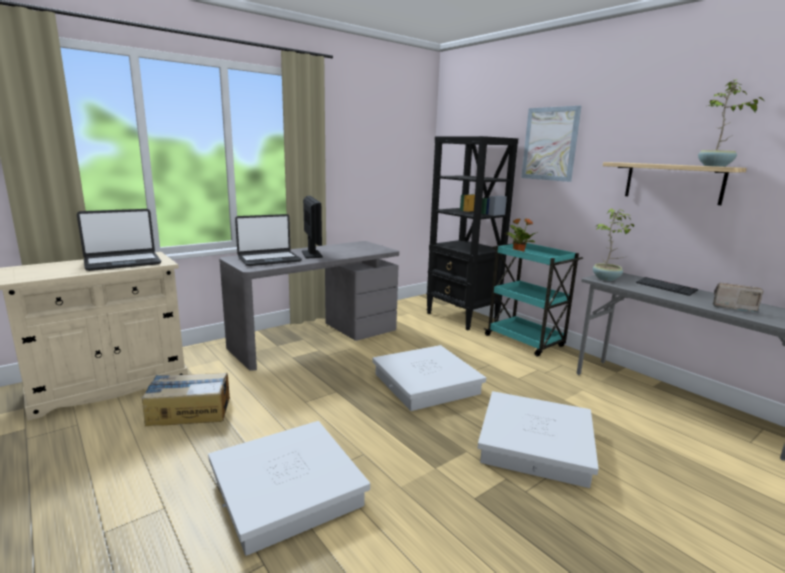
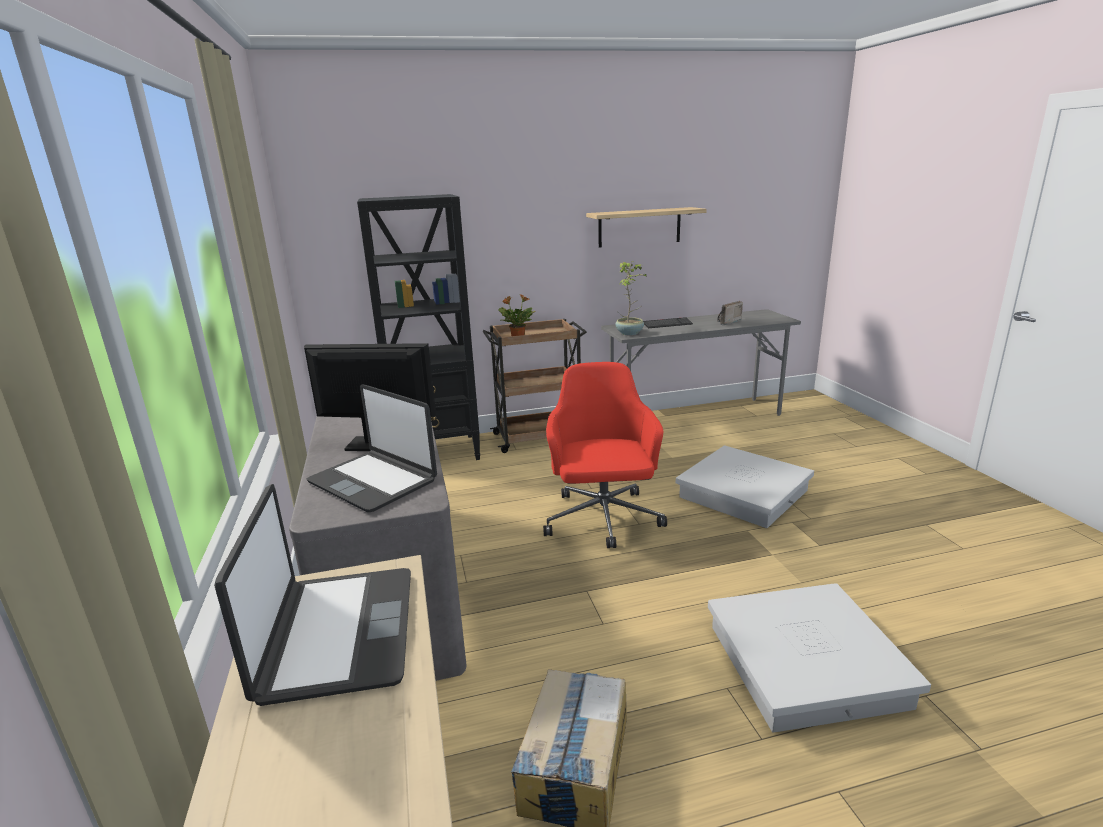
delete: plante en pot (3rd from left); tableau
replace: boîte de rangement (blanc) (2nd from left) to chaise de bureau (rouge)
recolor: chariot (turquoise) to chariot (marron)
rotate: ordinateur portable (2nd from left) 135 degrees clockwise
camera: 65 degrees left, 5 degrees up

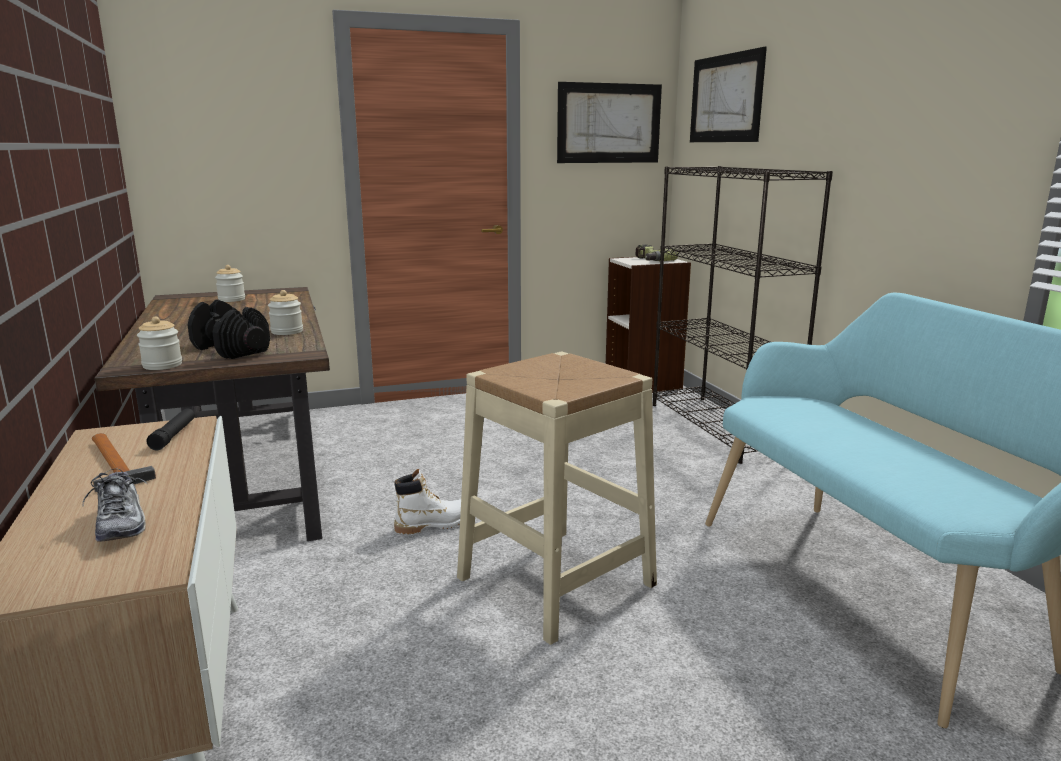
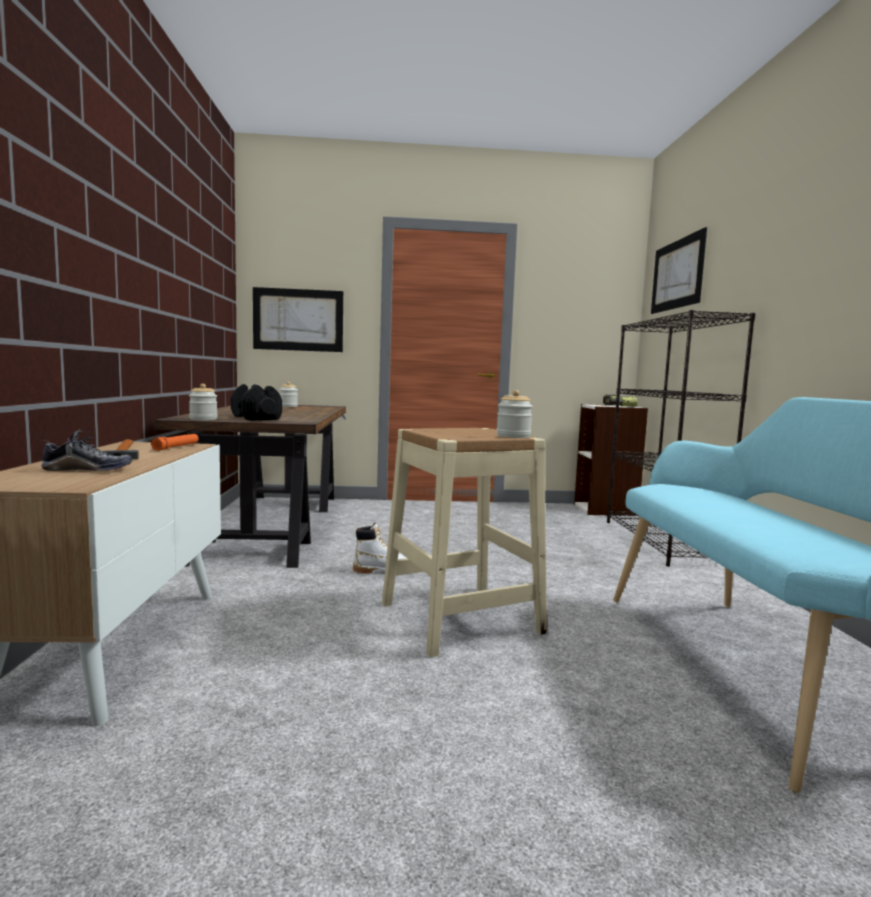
move: tableau (1st from left); bocal (3rd from left)
recolor: lampe de poche (noir) to lampe de poche (orange)
rotate: chaussure 90 degrees counterclockwise
camera: 15 degrees right, 10 degrees down

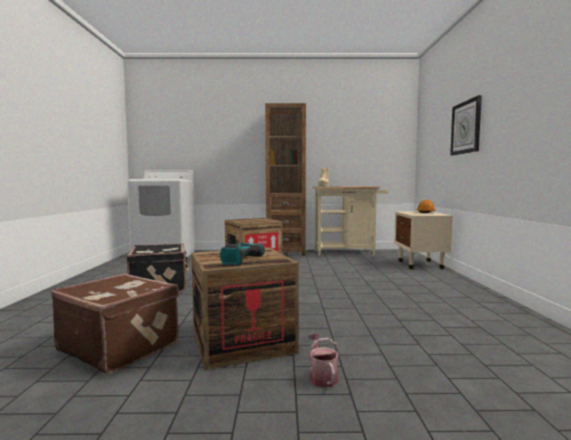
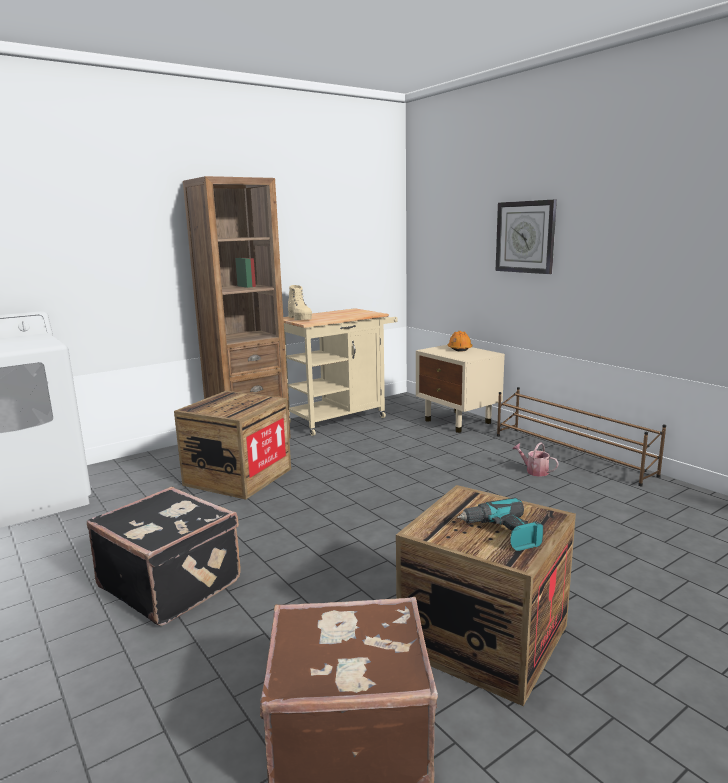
insert: étagère à chaussures (marron)
move: arrosoir
camera: 35 degrees left, 10 degrees up

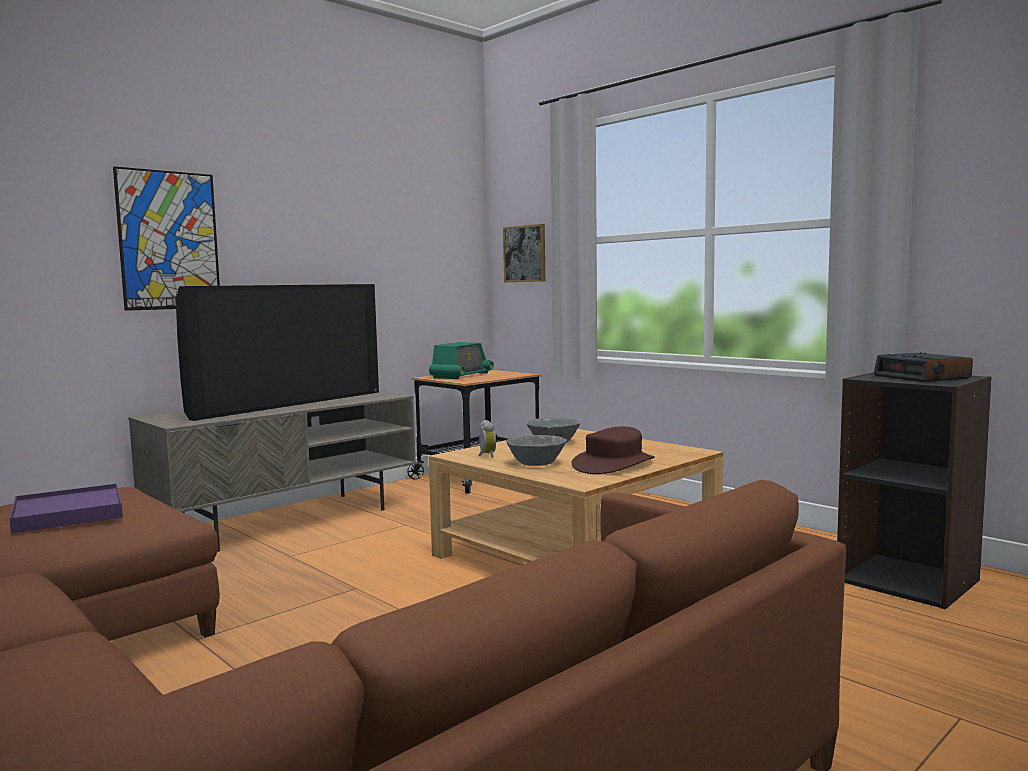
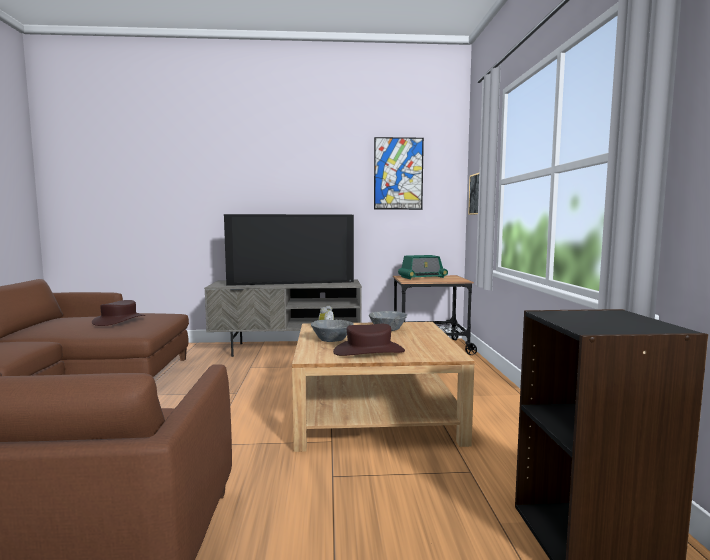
delete: réveil (2nd from left)
move: tableau (1st from left)
replace: plateau (violet) to chapeau (marron) (1st from left)
camera: 40 degrees right, 0 degrees up

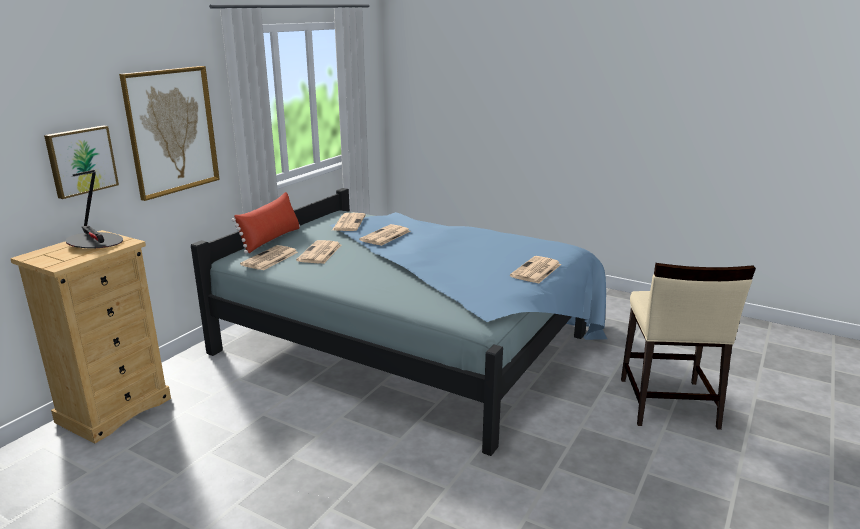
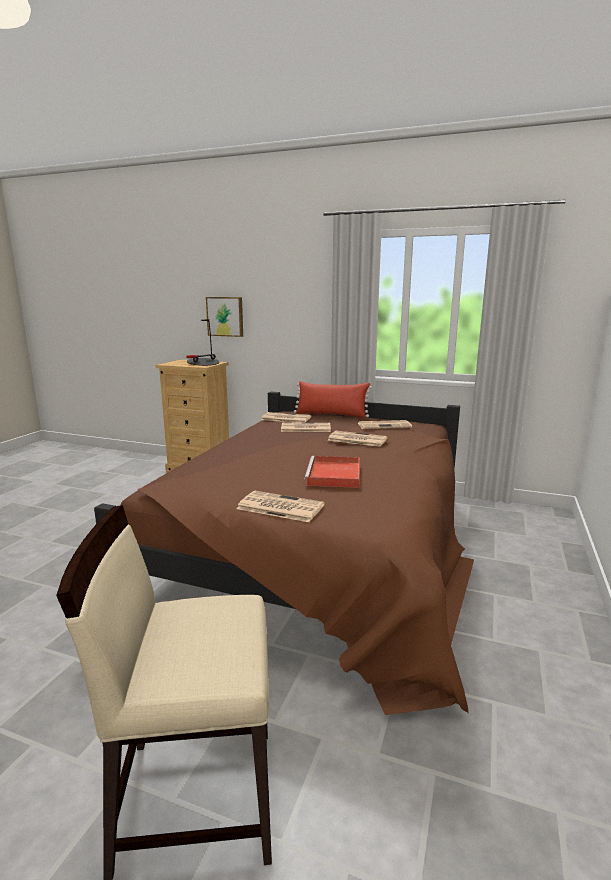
delete: tableau (2nd from left)
insert: plateau (rouge)
recolor: lit (bleu) to lit (marron)
camera: 80 degrees right, 5 degrees down

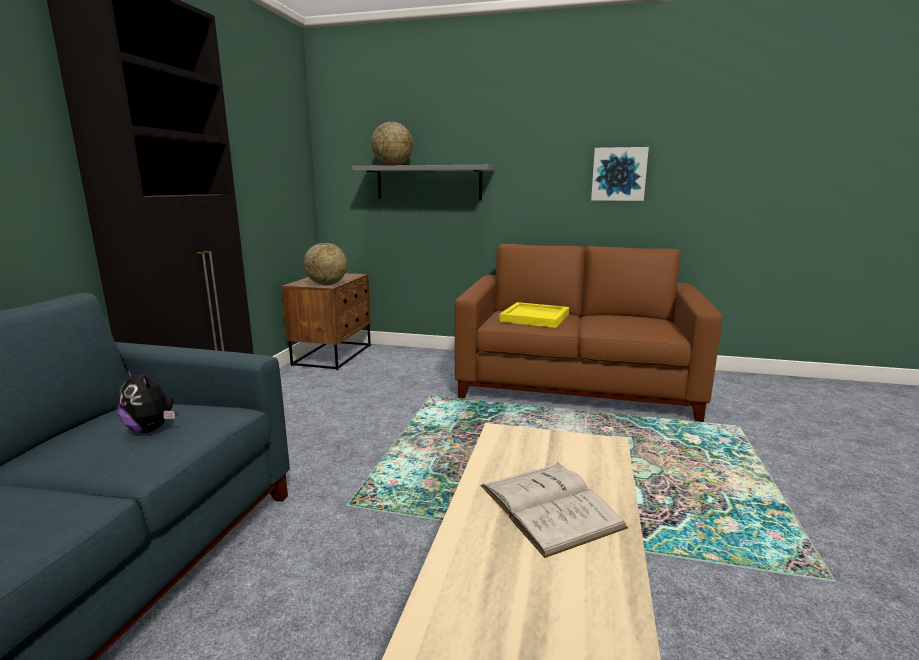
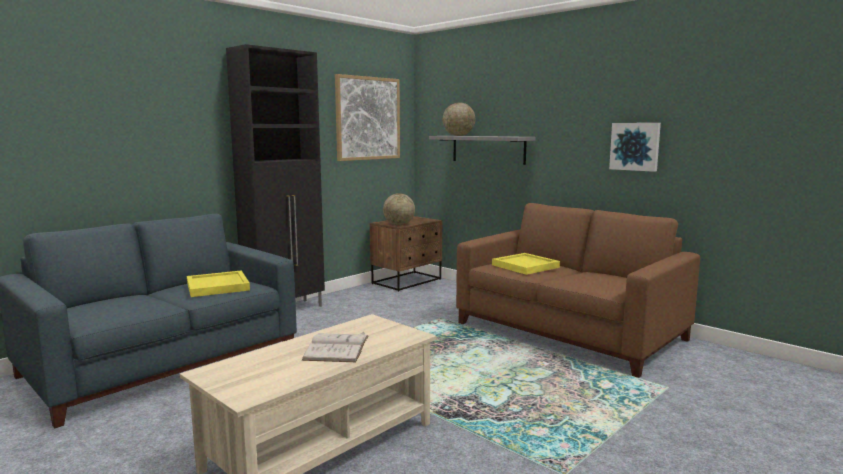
insert: tableau (1st from left)
replace: peluche to plateau (jaune) (1st from left)
camera: 30 degrees right, 5 degrees down

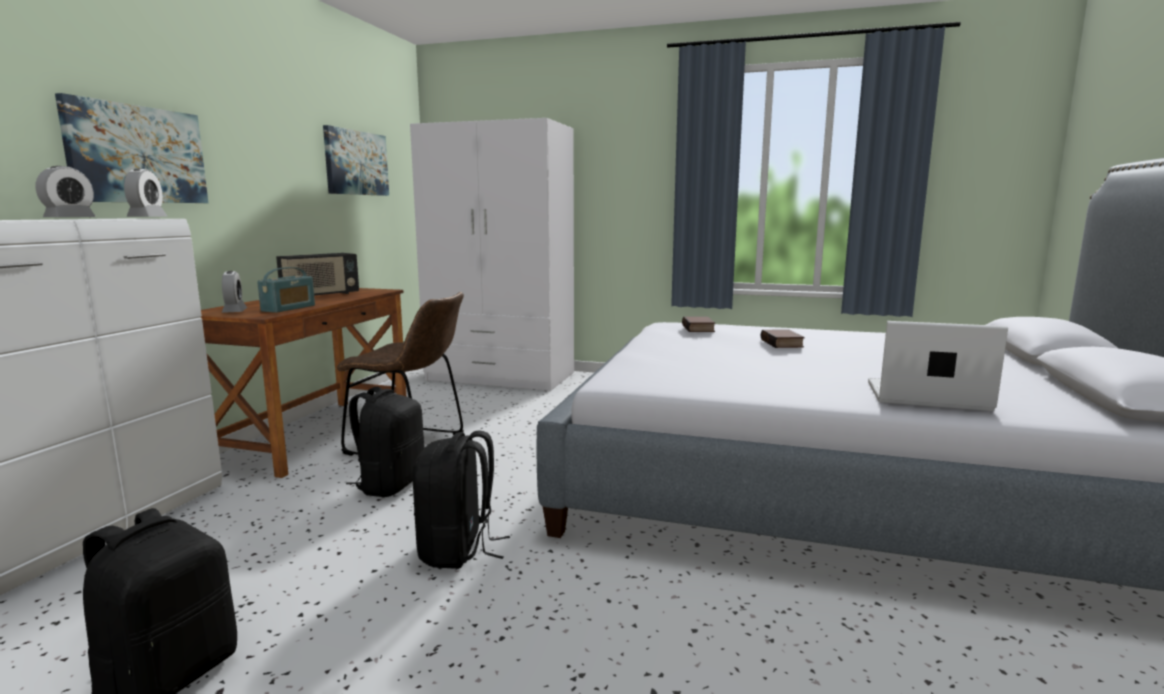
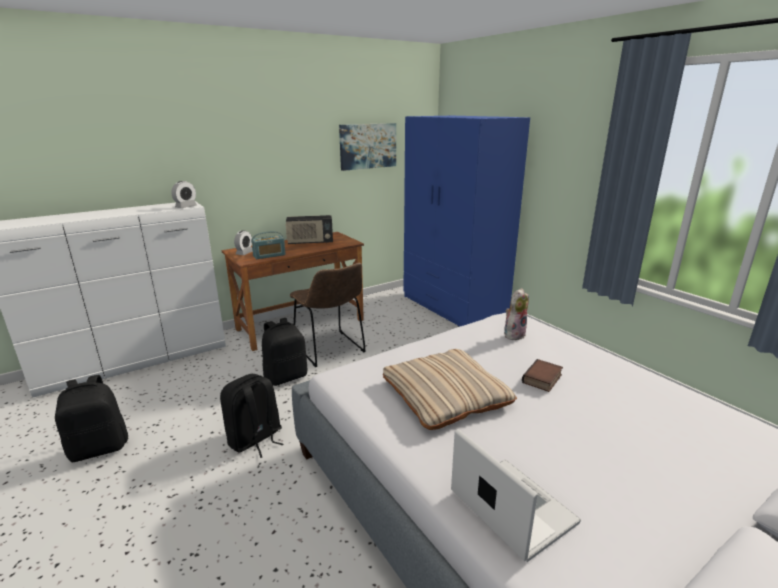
delete: tableau (1st from left); réveil (1st from left)
insert: coussin (beige)
replace: livre (1st from left) to peluche
recolor: armoire (blanc) to armoire (bleu)
camera: 40 degrees right, 10 degrees up

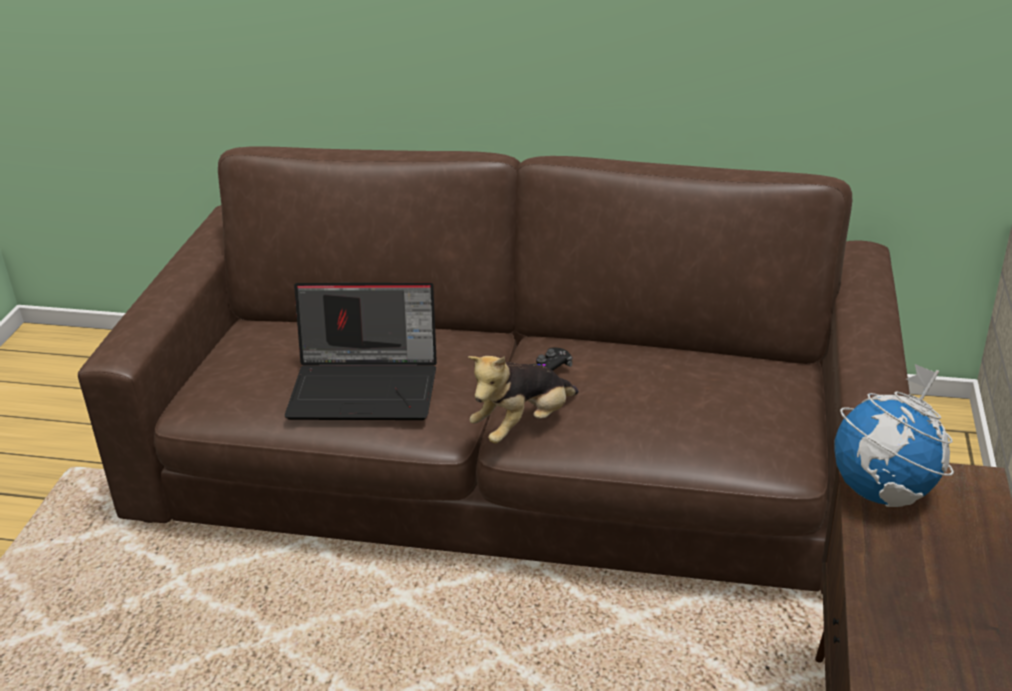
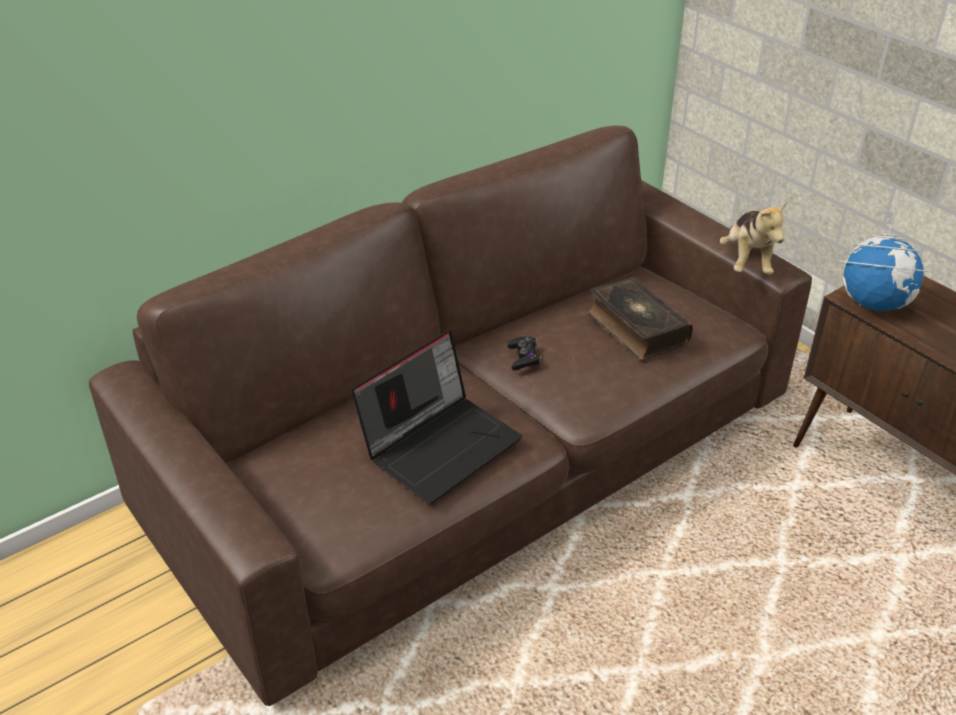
insert: livre
move: peluche
camera: 50 degrees left, 5 degrees up

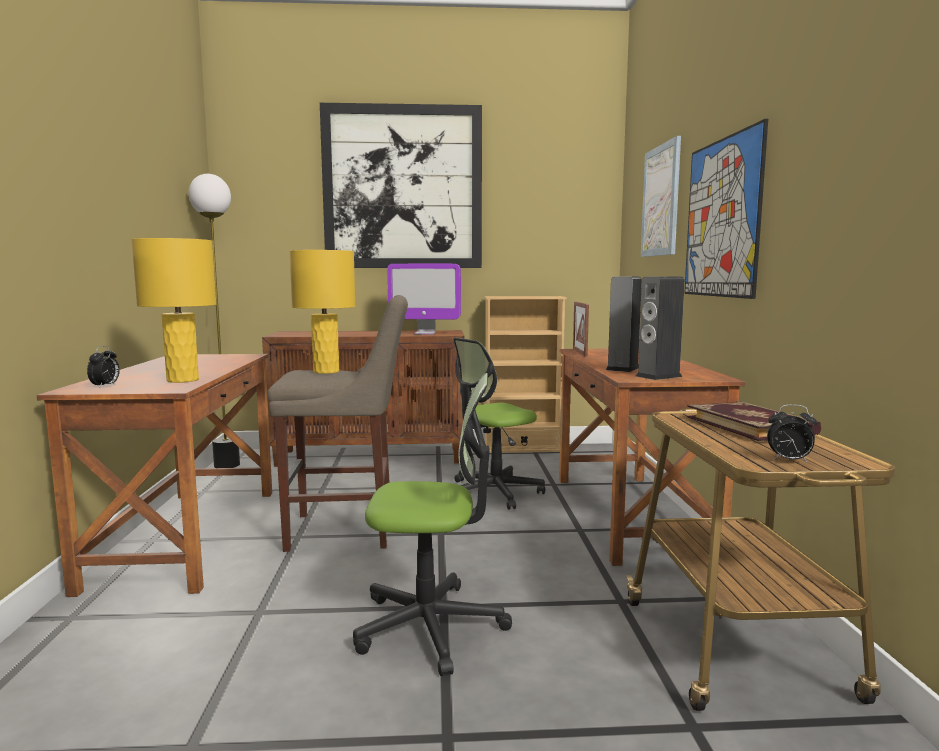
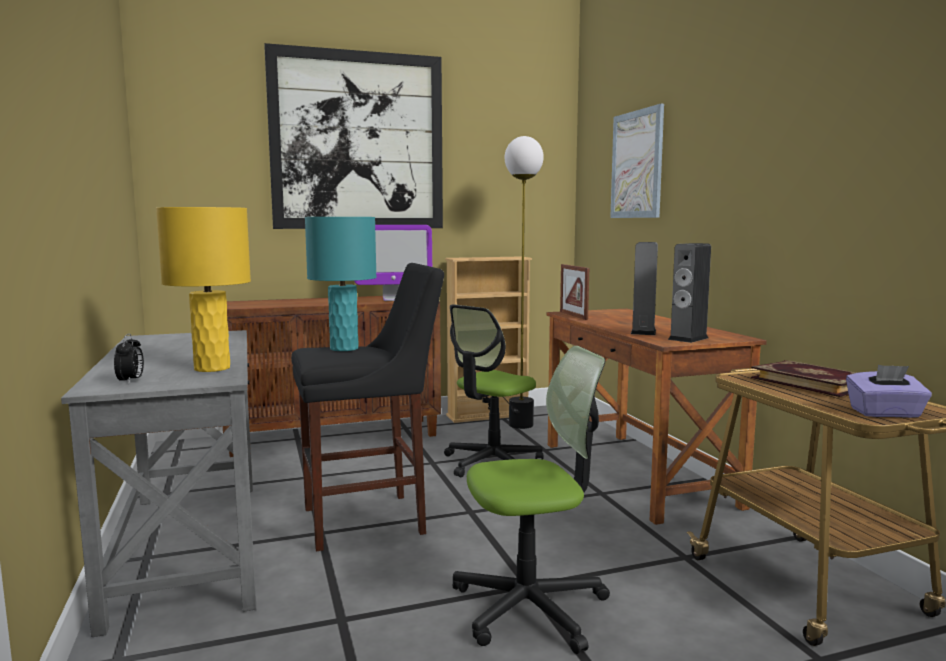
delete: tableau (3rd from left)
move: lampadaire
replace: réveil (2nd from left) to boîte à mouchoirs (violet)
recolor: lampe de table (jaune) (2nd from left) to lampe de table (turquoise); tabouret (beige) to tabouret (noir); bureau (marron) (1st from left) to bureau (gris)
camera: 15 degrees left, 0 degrees up

